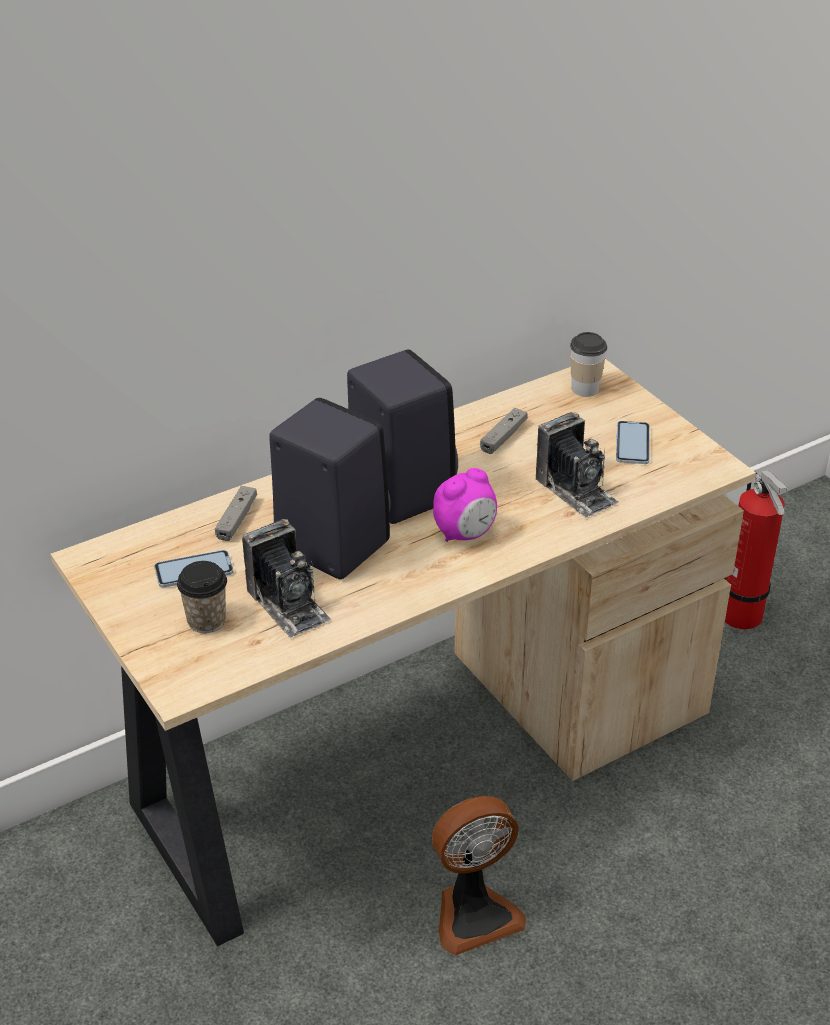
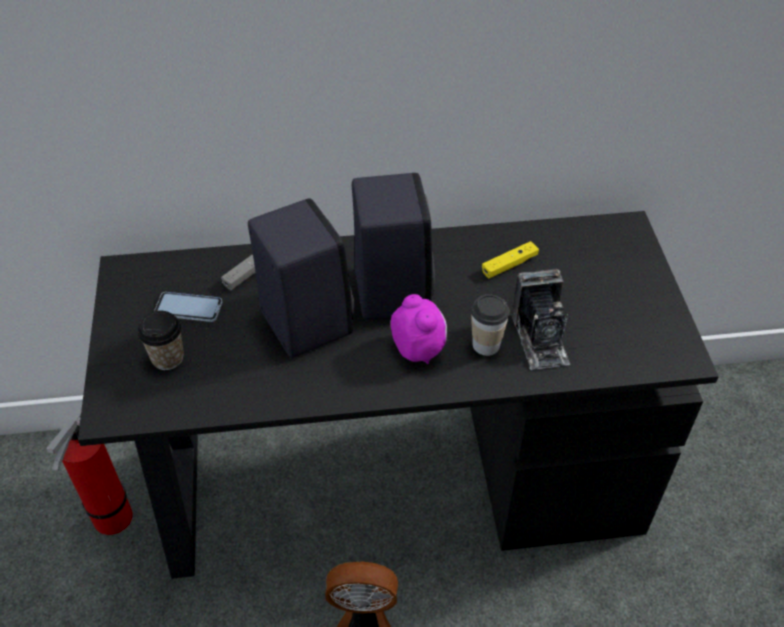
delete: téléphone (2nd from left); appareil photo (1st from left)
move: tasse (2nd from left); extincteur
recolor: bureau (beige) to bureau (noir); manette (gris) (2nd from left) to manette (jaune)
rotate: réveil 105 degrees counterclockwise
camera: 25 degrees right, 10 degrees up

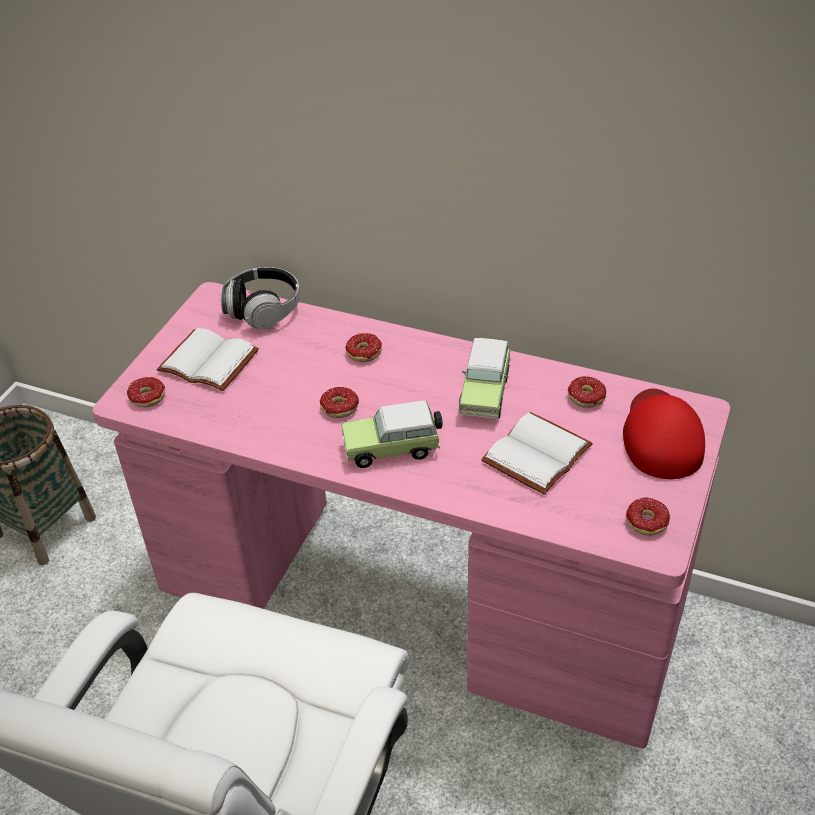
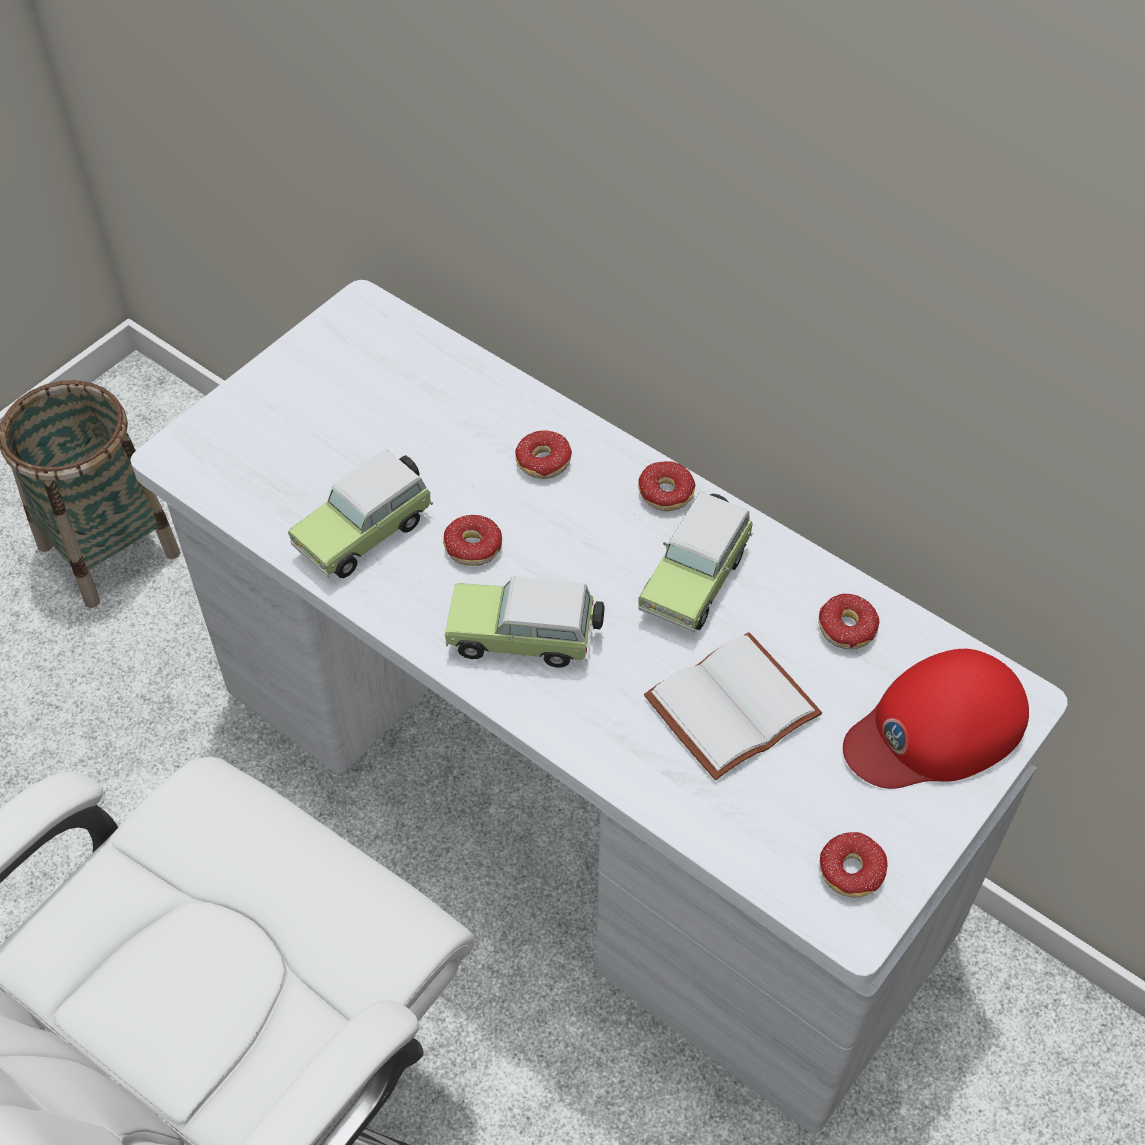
delete: casque audio; livre (blanc) (1st from left)
insert: petite voiture (1st from left)
move: beignet (1st from left in the first image) to beignet (3rd from left)
recolor: bureau (rose) to bureau (blanc)
rotate: casquette (rouge) 135 degrees counterclockwise
camera: 15 degrees right, 10 degrees up

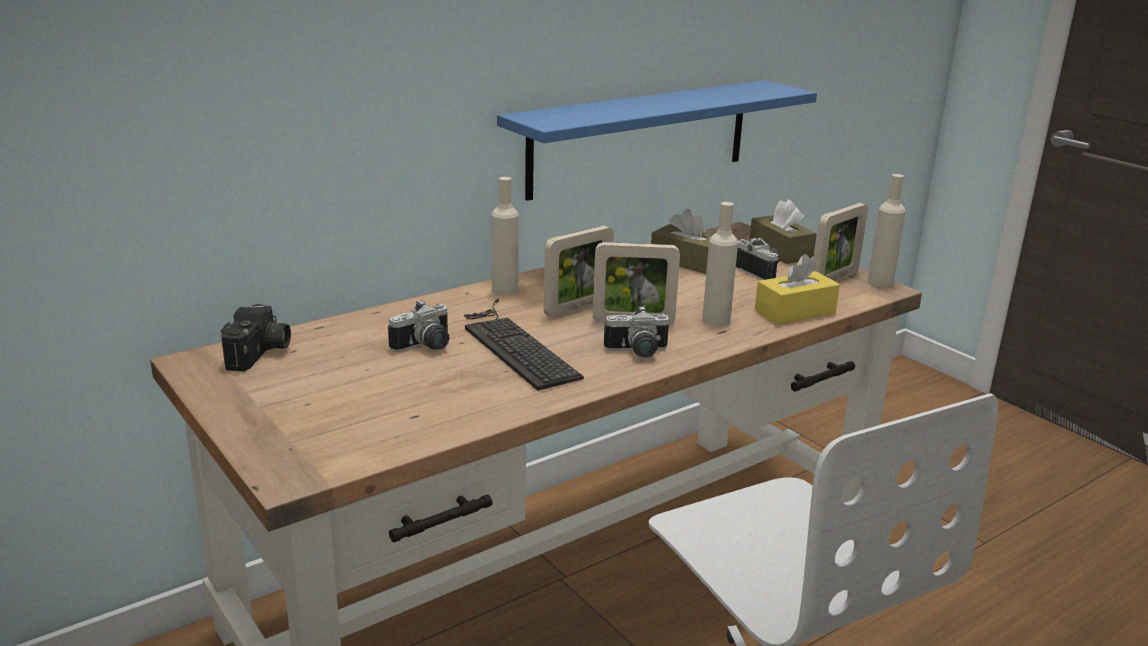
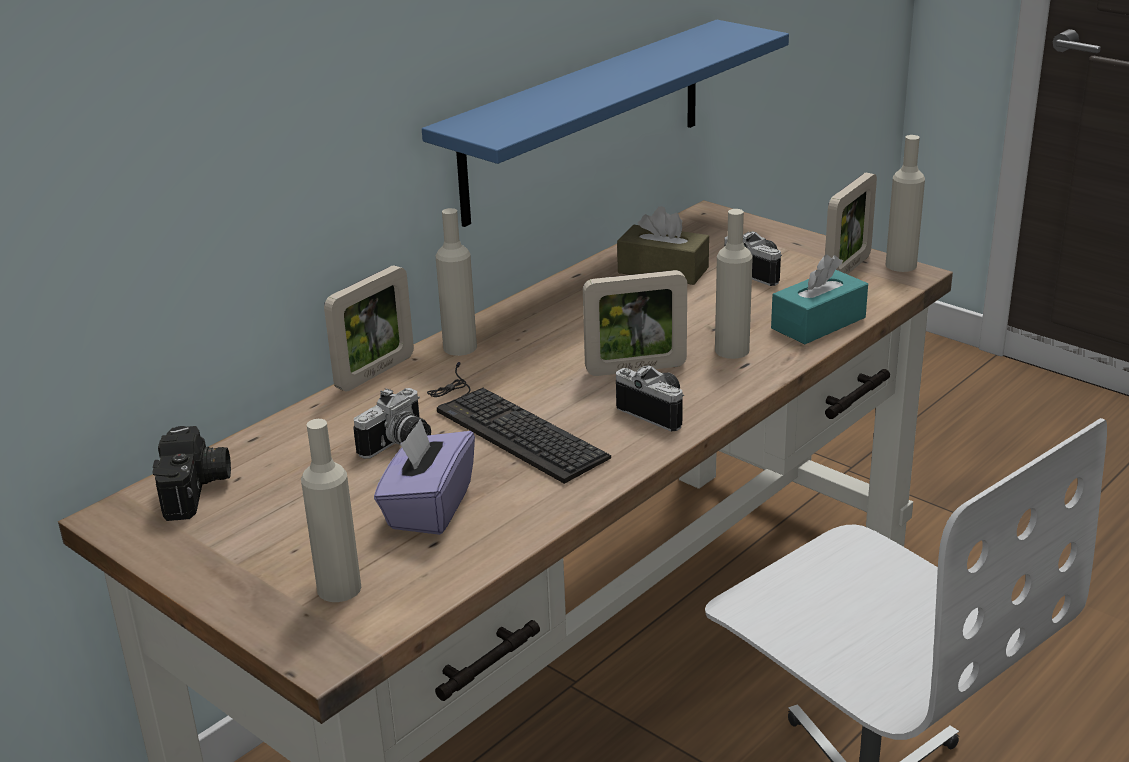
delete: boîte à mouchoirs (marron) (2nd from left)
insert: bouteille (beige) (1st from left); boîte à mouchoirs (violet)
move: cadre photo (1st from left)
recolor: boîte à mouchoirs (jaune) to boîte à mouchoirs (turquoise)
rotate: appareil photo (3rd from left) 120 degrees counterclockwise
camera: 10 degrees left, 5 degrees up

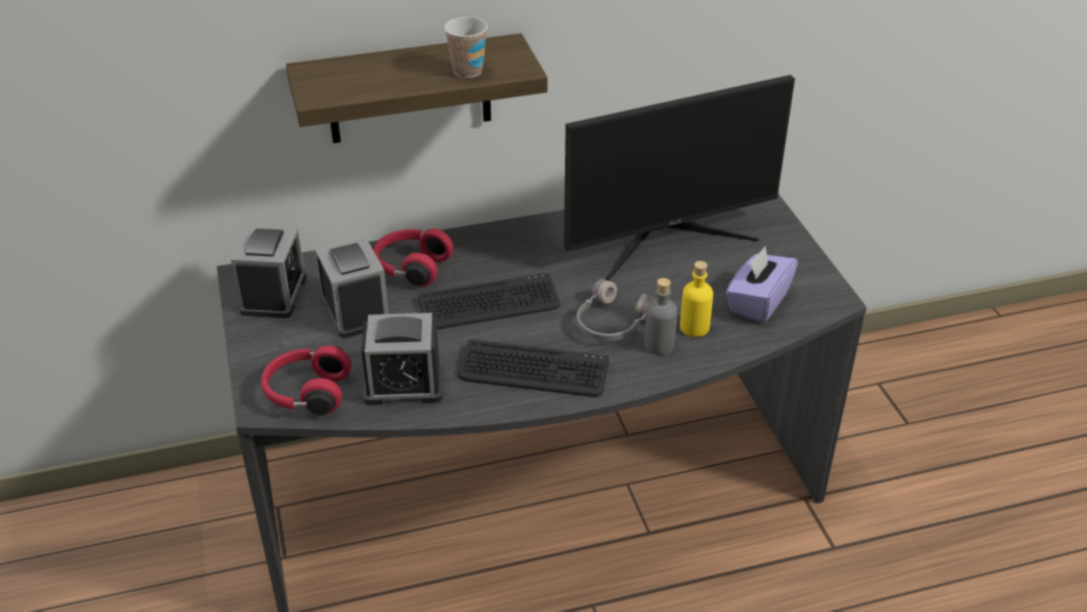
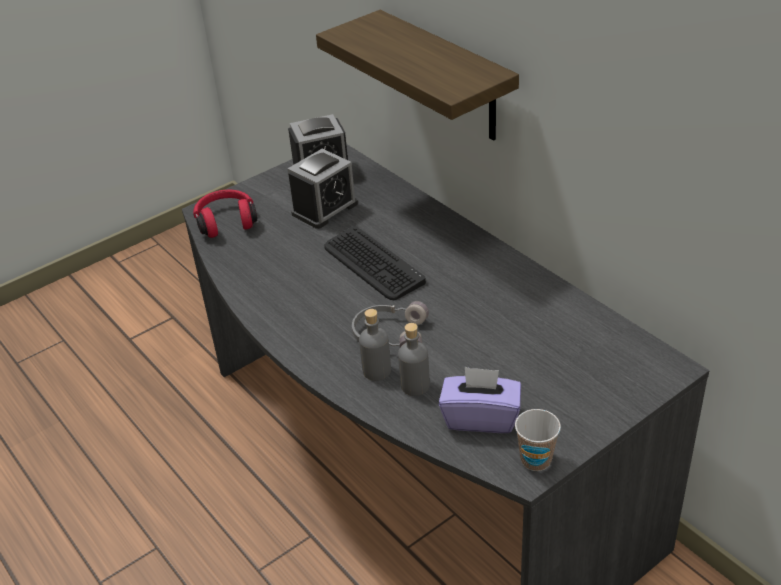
delete: écran d'ordinateur; casque audio (rouge) (2nd from left); réveil (3rd from left); clavier (2nd from left)
move: tasse
recolor: bouteille (jaune) to bouteille (gris) (2nd from left)
camera: 70 degrees right, 0 degrees up

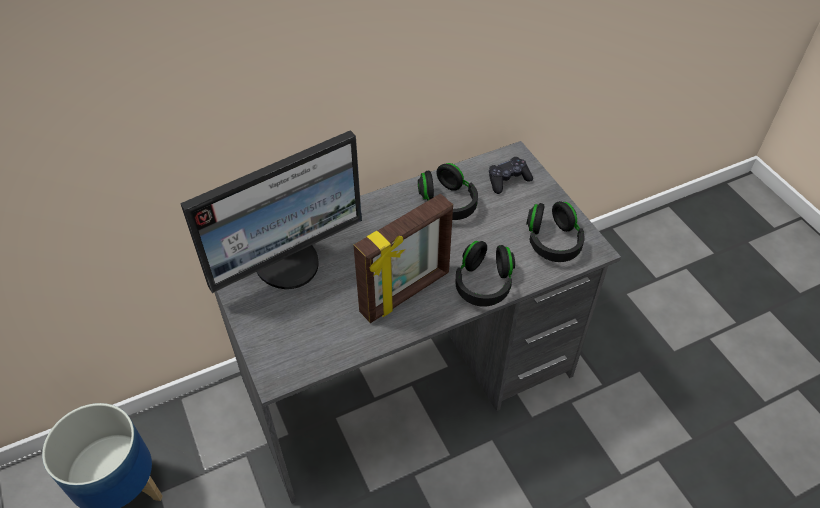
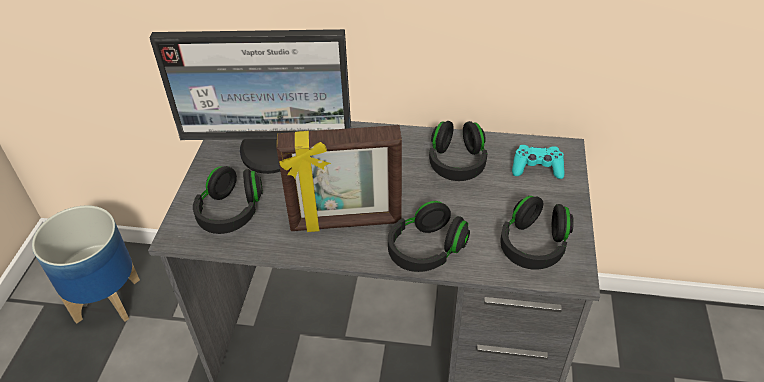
insert: casque audio (noir) (1st from left)
recolor: manette (noir) to manette (turquoise)
camera: 35 degrees right, 5 degrees down

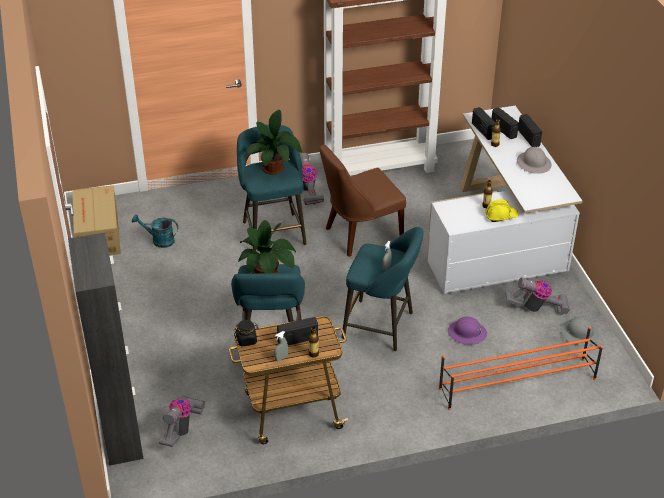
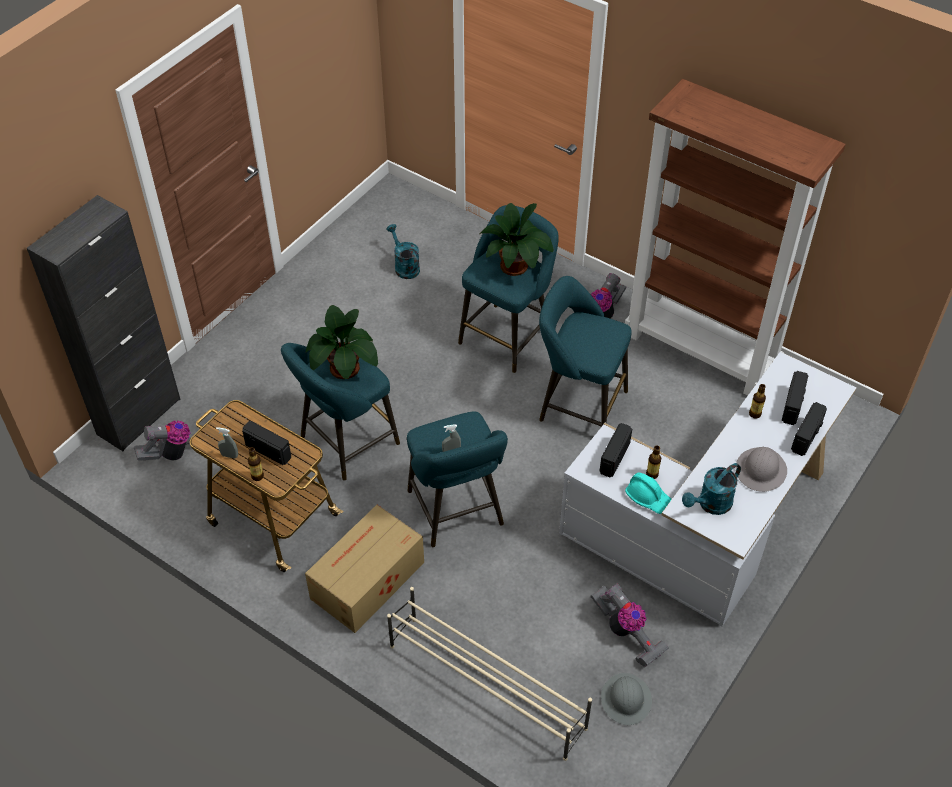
delete: casque de chantier (violet); bocal (noir)
insert: arrosoir (turquoise) (2nd from left)
move: radio (2nd from left); carton
replace: chaise (marron) to tabouret (turquoise) (4th from left)
recolor: casque de chantier (jaune) to casque de chantier (turquoise); étagère à chaussures (orange) to étagère à chaussures (beige)
camera: 50 degrees right, 10 degrees up

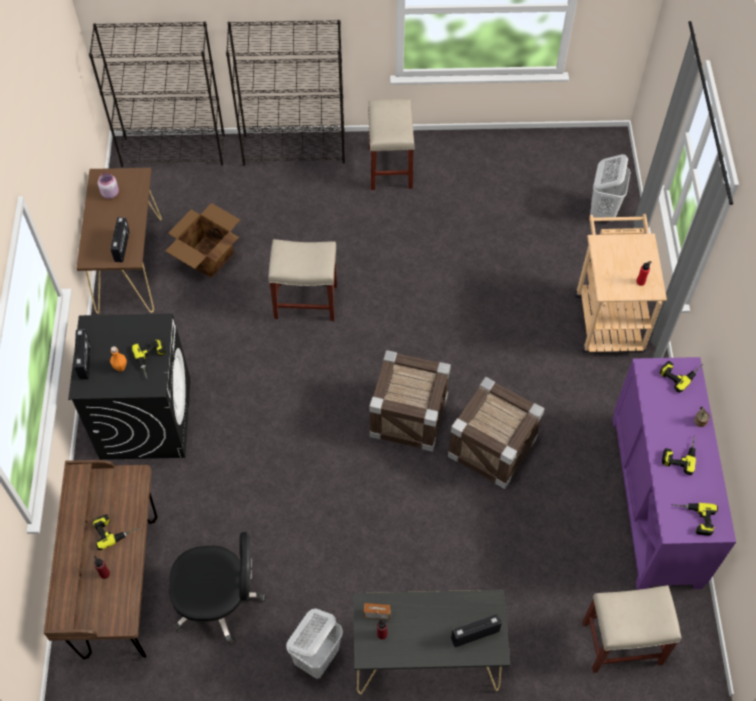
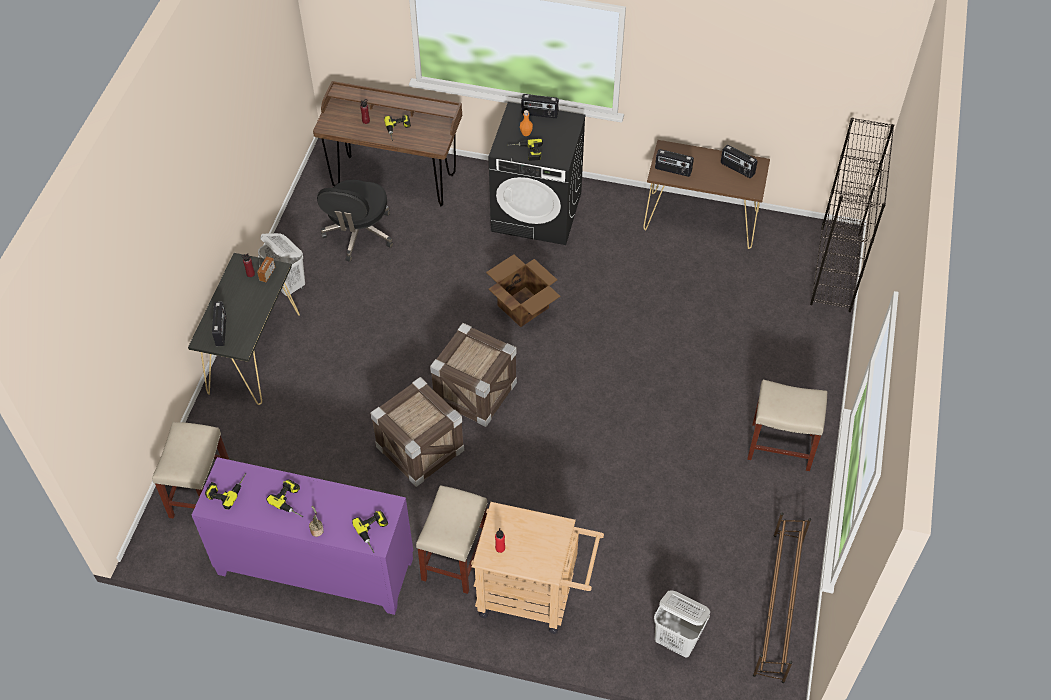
delete: bibliothèque (noir) (2nd from left)
insert: étagère à chaussures (marron)
move: carton; tabouret (beige) (1st from left in the first image) to tabouret (beige) (2nd from left)
replace: bocal (rose) to radio (5th from left)
camera: 105 degrees right, 5 degrees down

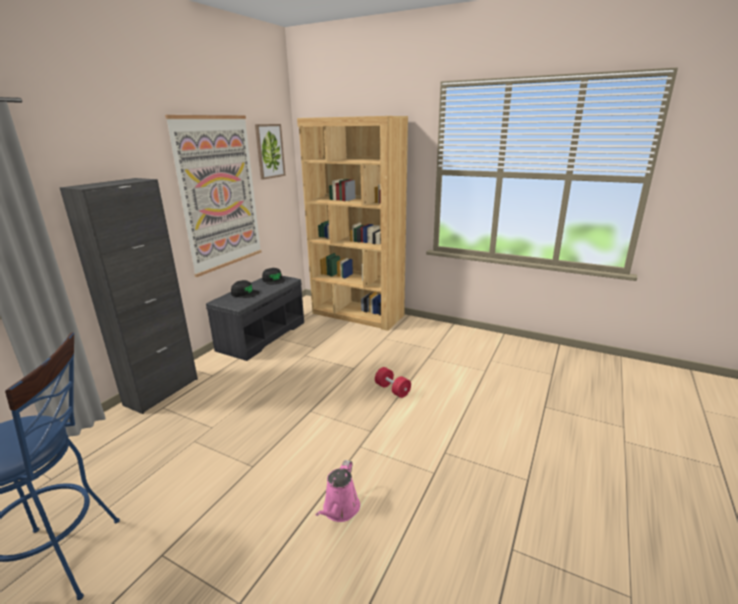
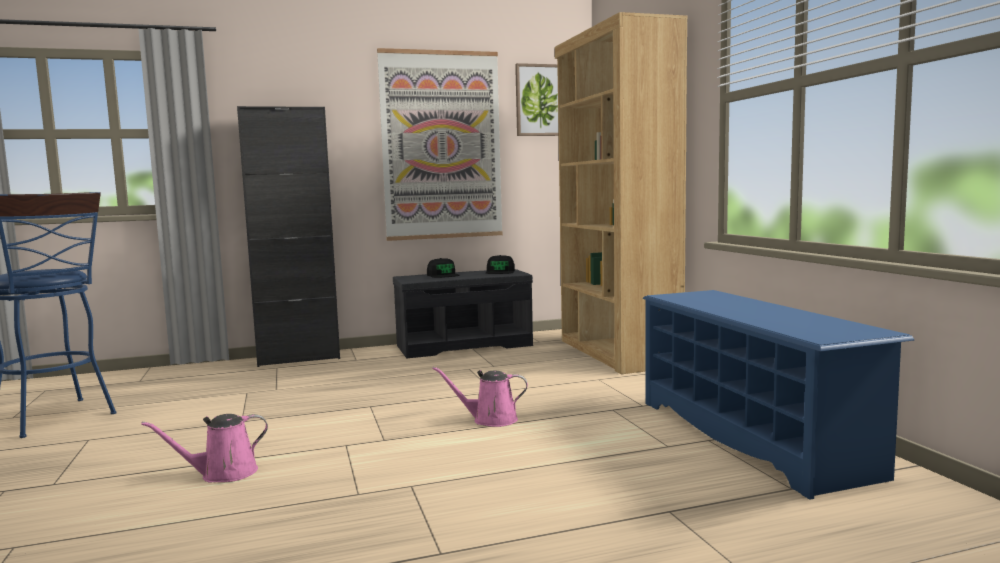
insert: étagère à chaussures (bleu)
replace: haltère (rouge) to arrosoir (rose) (2nd from left)
camera: 45 degrees right, 15 degrees down

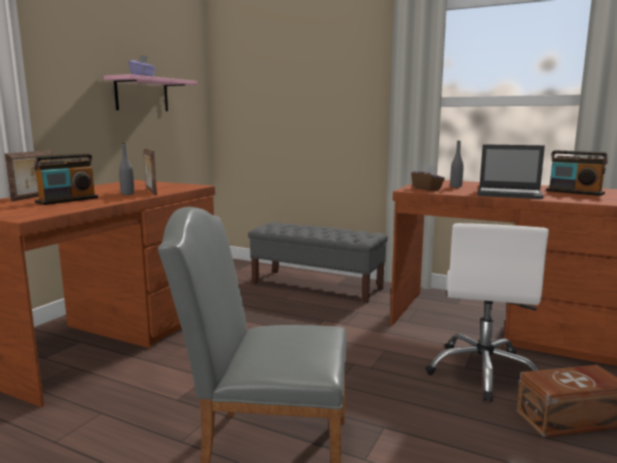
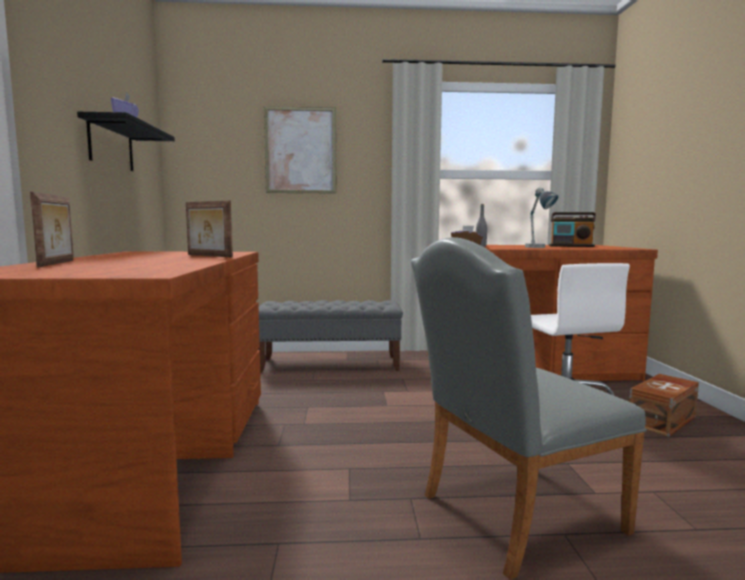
delete: bouteille (gris) (1st from left); radio (1st from left)
insert: tableau
replace: ordinateur portable to lampe de table
recolor: étagère (rose) to étagère (noir)
camera: 30 degrees left, 5 degrees down

